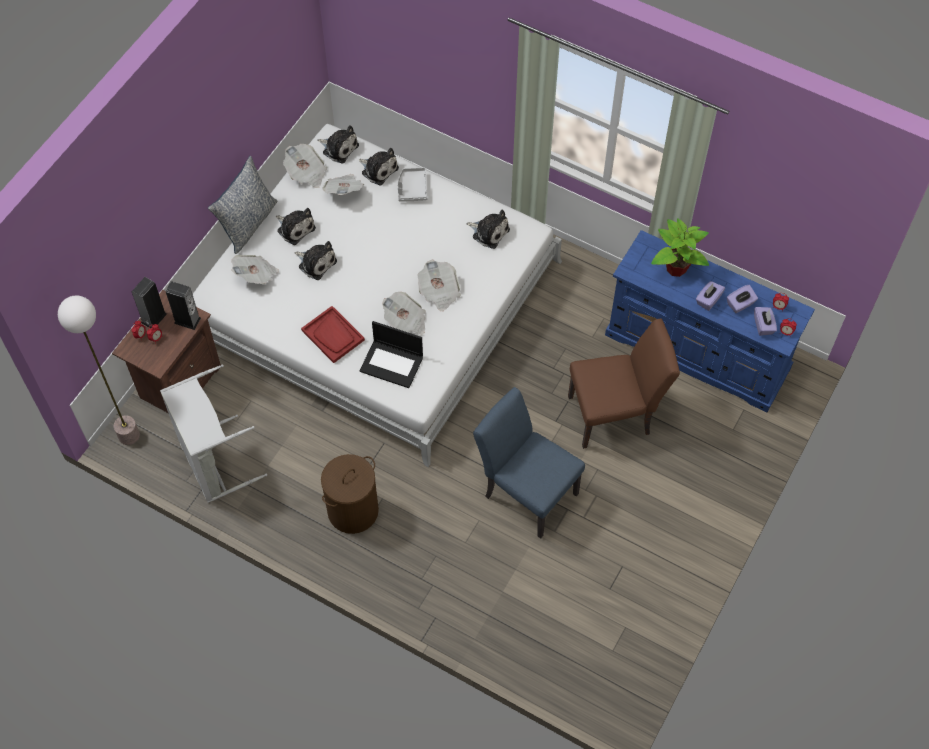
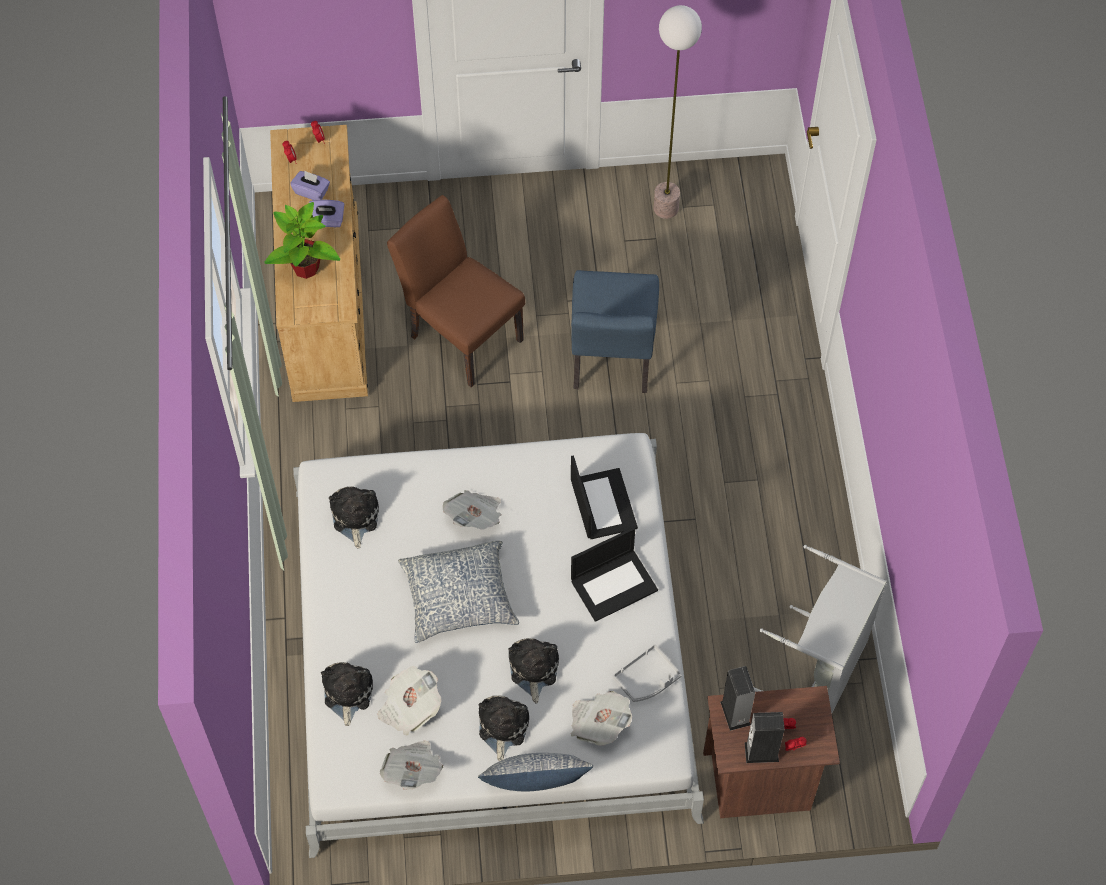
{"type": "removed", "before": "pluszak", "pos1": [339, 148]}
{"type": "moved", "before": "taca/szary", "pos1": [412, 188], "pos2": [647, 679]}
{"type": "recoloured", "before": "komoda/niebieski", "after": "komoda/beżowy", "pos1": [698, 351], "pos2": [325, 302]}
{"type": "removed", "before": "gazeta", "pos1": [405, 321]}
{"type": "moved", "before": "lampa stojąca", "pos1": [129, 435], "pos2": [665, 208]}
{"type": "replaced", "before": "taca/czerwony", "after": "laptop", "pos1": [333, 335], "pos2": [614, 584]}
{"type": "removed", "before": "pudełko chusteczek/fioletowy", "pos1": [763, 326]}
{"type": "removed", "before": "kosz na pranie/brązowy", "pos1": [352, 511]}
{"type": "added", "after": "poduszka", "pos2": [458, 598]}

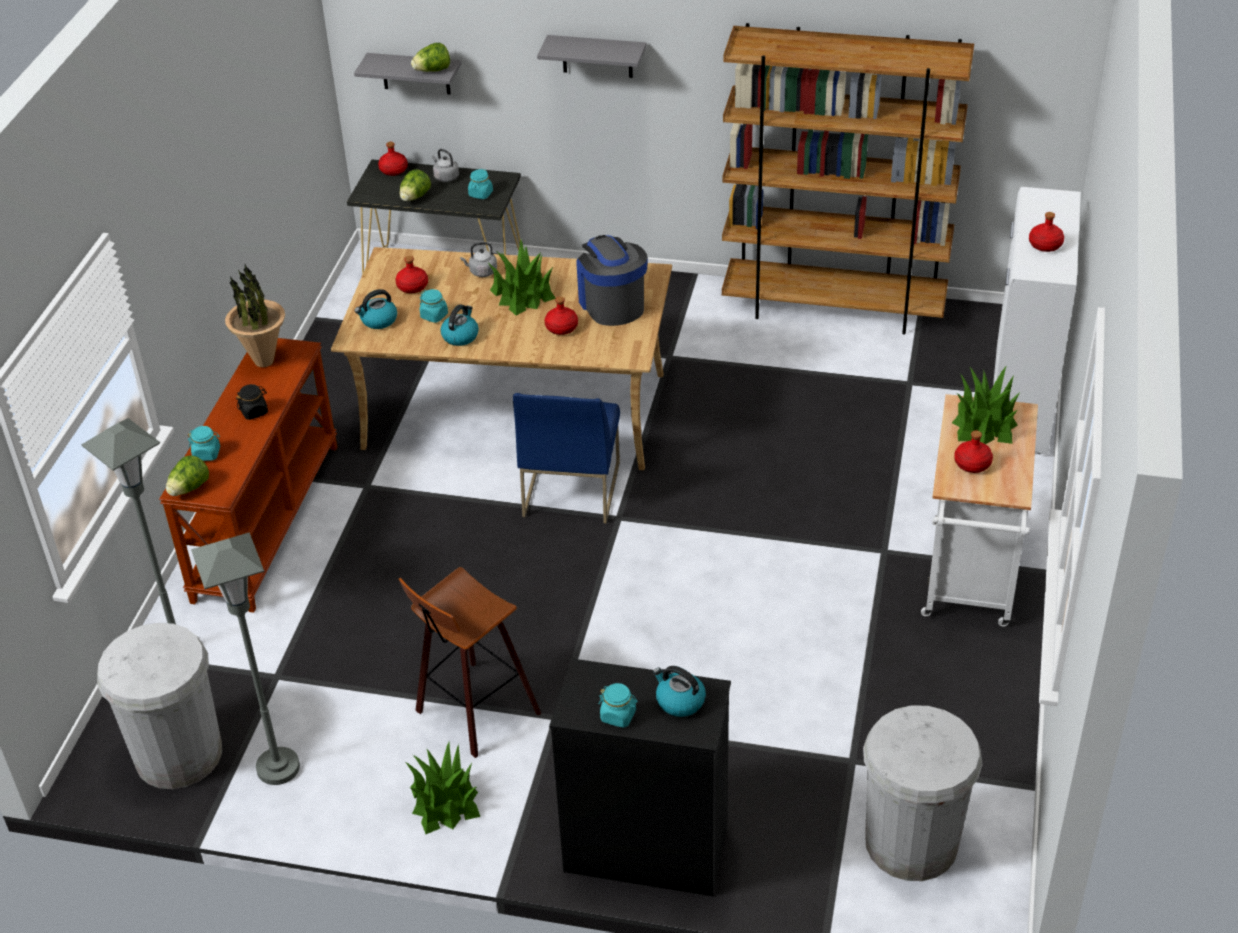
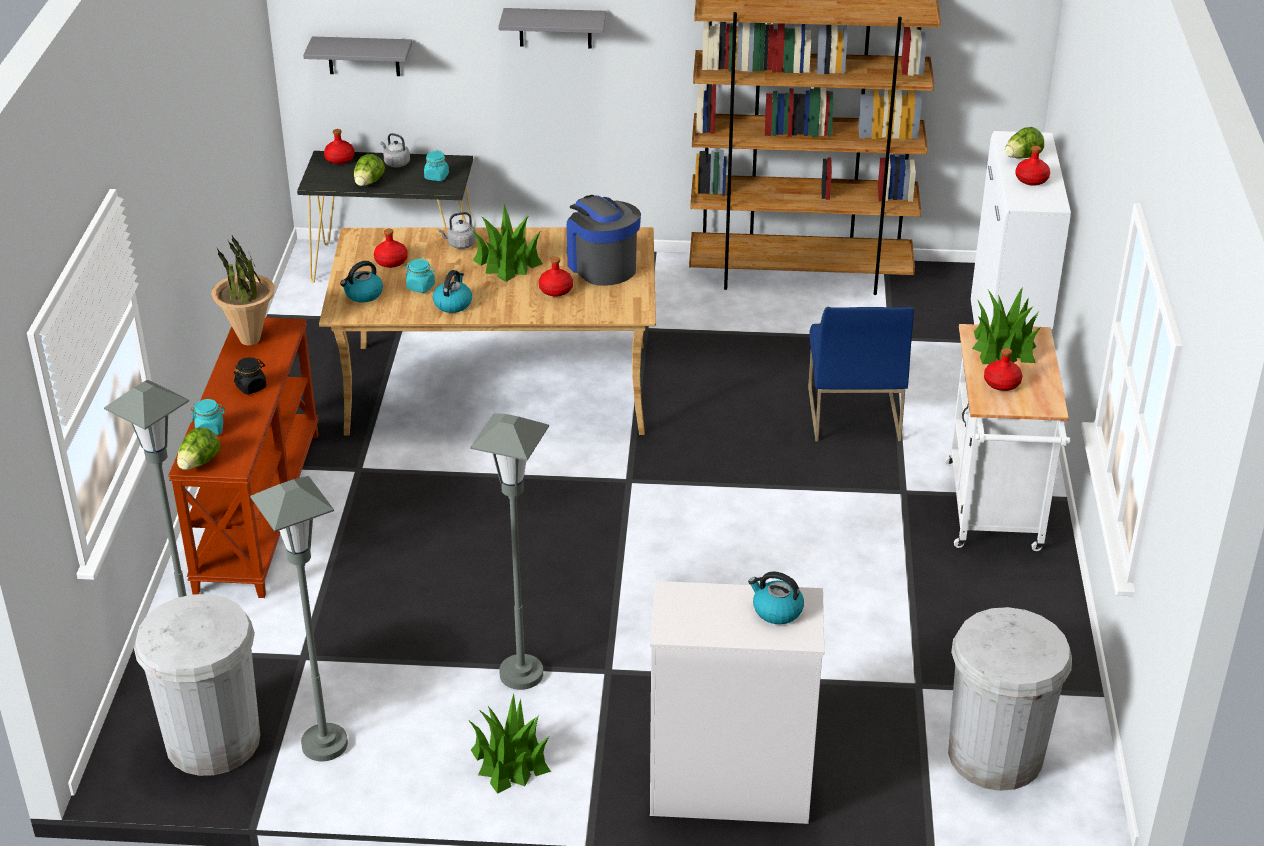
{"type": "moved", "before": "sałata", "pos1": [432, 71], "pos2": [1022, 157]}
{"type": "moved", "before": "krzesło/niebieski", "pos1": [571, 488], "pos2": [852, 413]}
{"type": "replaced", "before": "stołek", "after": "lampa stojąca/szary", "pos1": [473, 713], "pos2": [521, 674]}
{"type": "recoloured", "before": "komoda/czarny", "after": "komoda/biały", "pos1": [644, 849], "pos2": [728, 787]}
{"type": "removed", "before": "słoik/turkusowy", "pos1": [618, 716]}

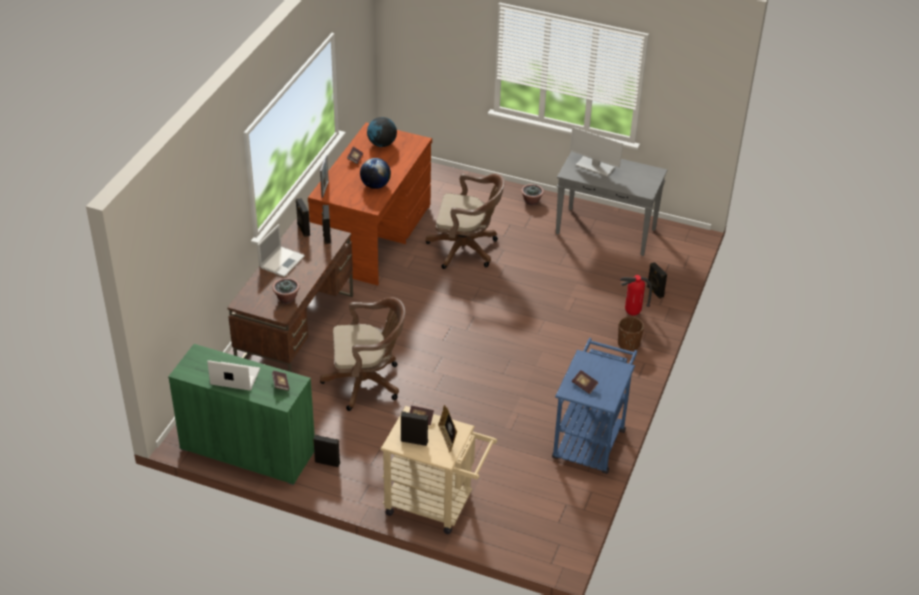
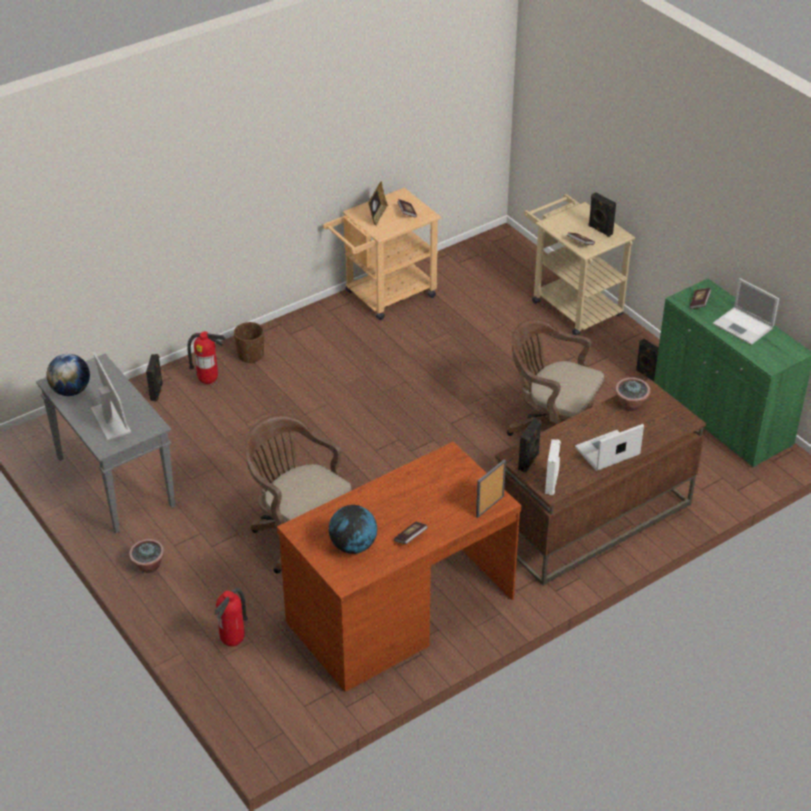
{"type": "moved", "before": "globus", "pos1": [375, 185], "pos2": [71, 391]}
{"type": "recoloured", "before": "głośnik/czarny", "after": "głośnik/biały", "pos1": [303, 230], "pos2": [552, 483]}
{"type": "recoloured", "before": "wózek/niebieski", "after": "wózek/beżowy", "pos1": [590, 439], "pos2": [384, 296]}
{"type": "moved", "before": "ramka na zdjęcie", "pos1": [447, 438], "pos2": [377, 216]}
{"type": "added", "after": "gaśnica", "pos2": [233, 642]}

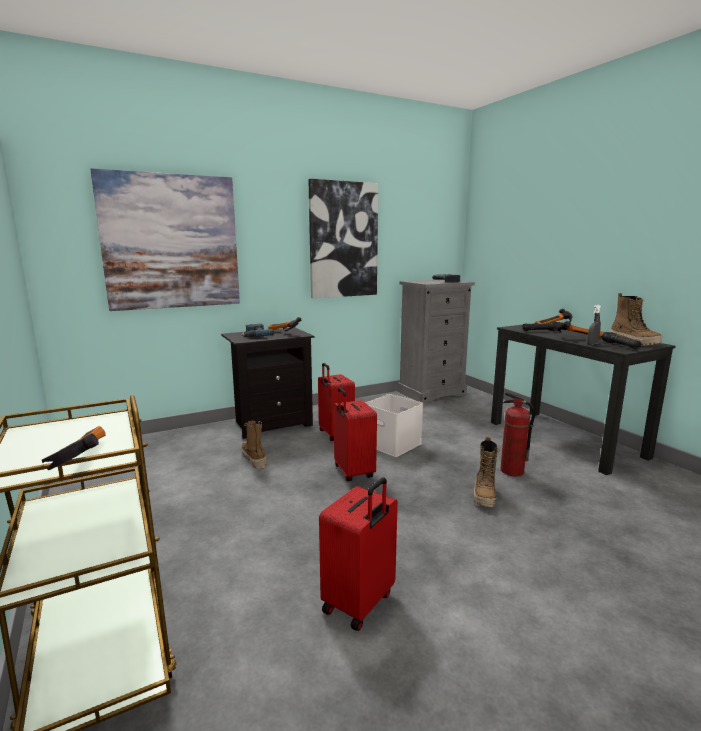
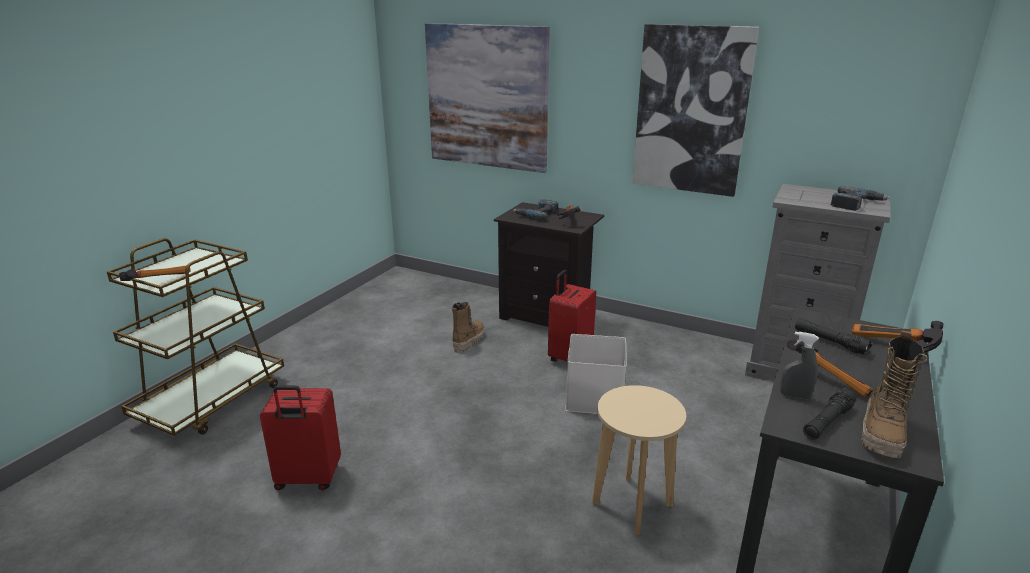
{"type": "removed", "before": "walizka/czerwony", "pos1": [352, 472]}
{"type": "replaced", "before": "gaśnica", "after": "stołek/beżowy", "pos1": [511, 471], "pos2": [631, 504]}
{"type": "removed", "before": "but z cholewką", "pos1": [484, 496]}

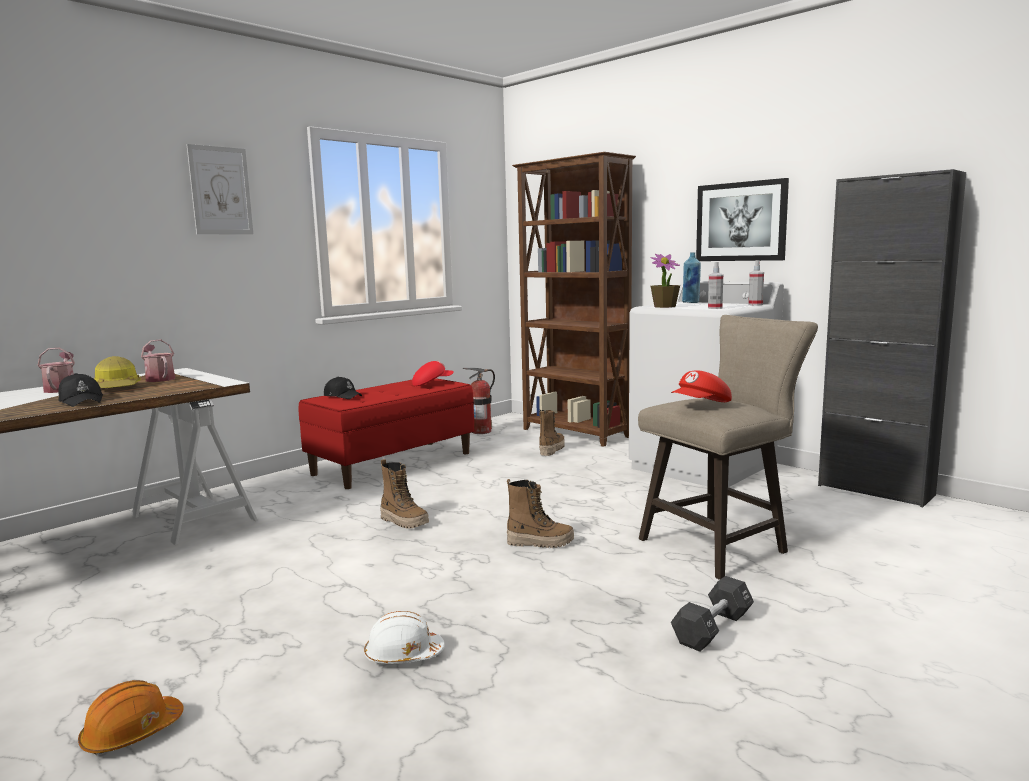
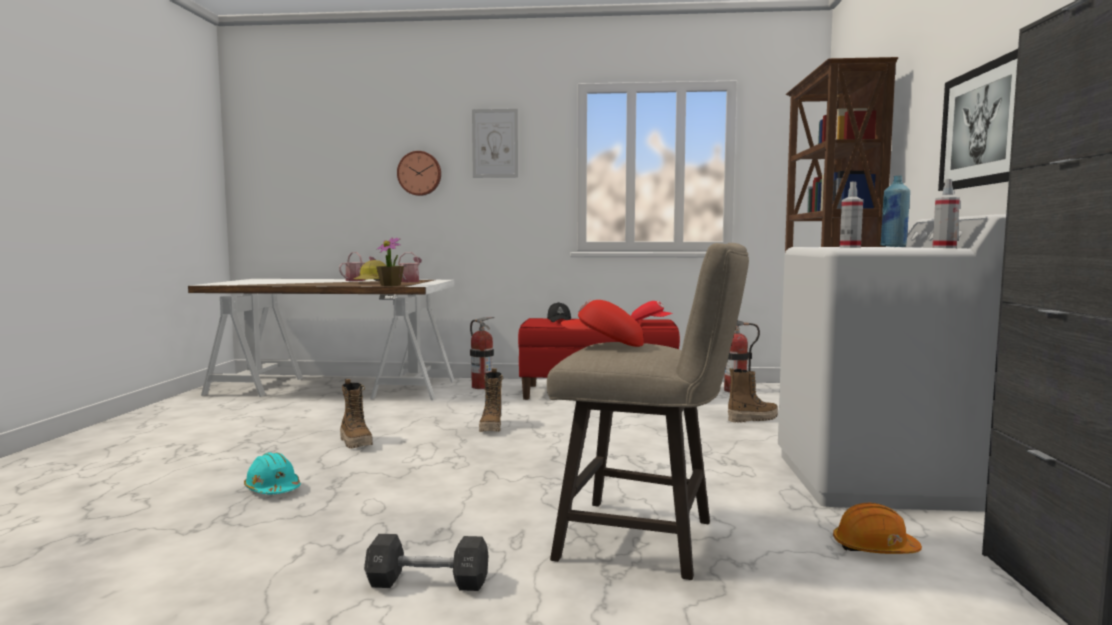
{"type": "moved", "before": "roślina doniczkowa", "pos1": [665, 306], "pos2": [390, 285]}
{"type": "removed", "before": "czapka z daszkiem/czarny", "pos1": [82, 401]}
{"type": "moved", "before": "but z cholewką", "pos1": [540, 542], "pos2": [356, 443]}
{"type": "recoloured", "before": "kask/biały", "after": "kask/turkusowy", "pos1": [403, 655], "pos2": [273, 489]}
{"type": "moved", "before": "kask/pomarańczowy", "pos1": [132, 733], "pos2": [874, 548]}
{"type": "added", "after": "zegar ścienny", "pos2": [419, 173]}
{"type": "added", "after": "gaśnica", "pos2": [482, 387]}

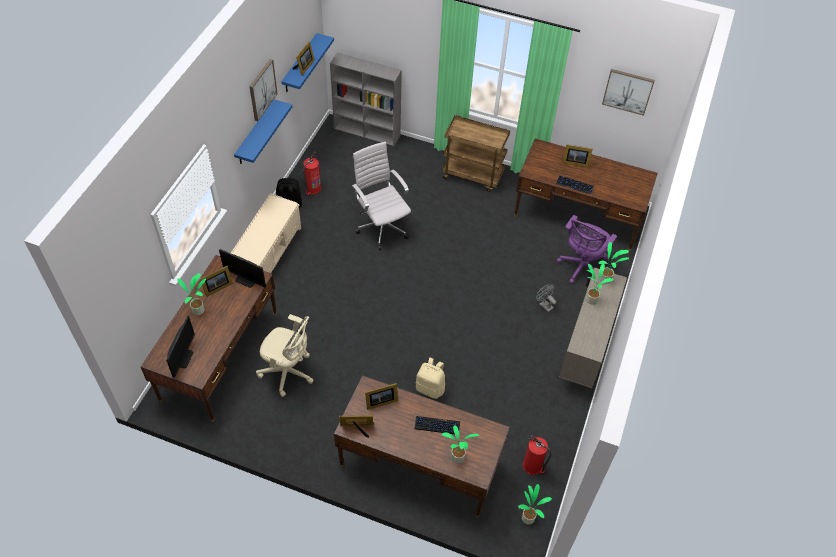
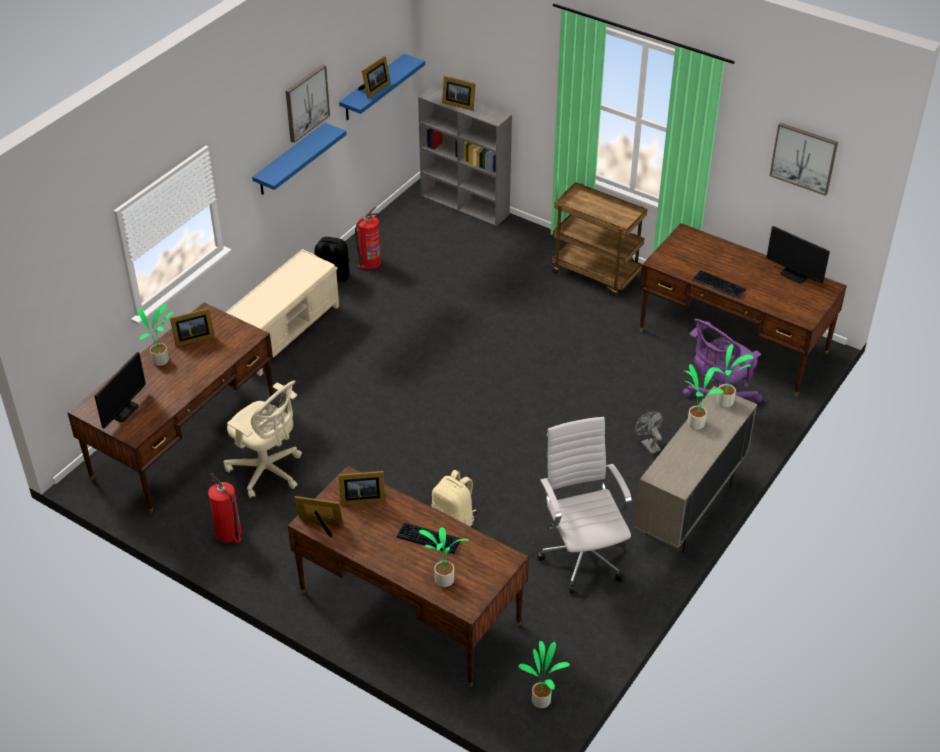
{"type": "moved", "before": "krzesło biurowe/biały", "pos1": [381, 227], "pos2": [581, 556]}
{"type": "moved", "before": "ramka na zdjęcie", "pos1": [574, 162], "pos2": [458, 104]}
{"type": "moved", "before": "monitor", "pos1": [246, 280], "pos2": [794, 275]}
{"type": "moved", "before": "gaśnica", "pos1": [532, 466], "pos2": [228, 533]}

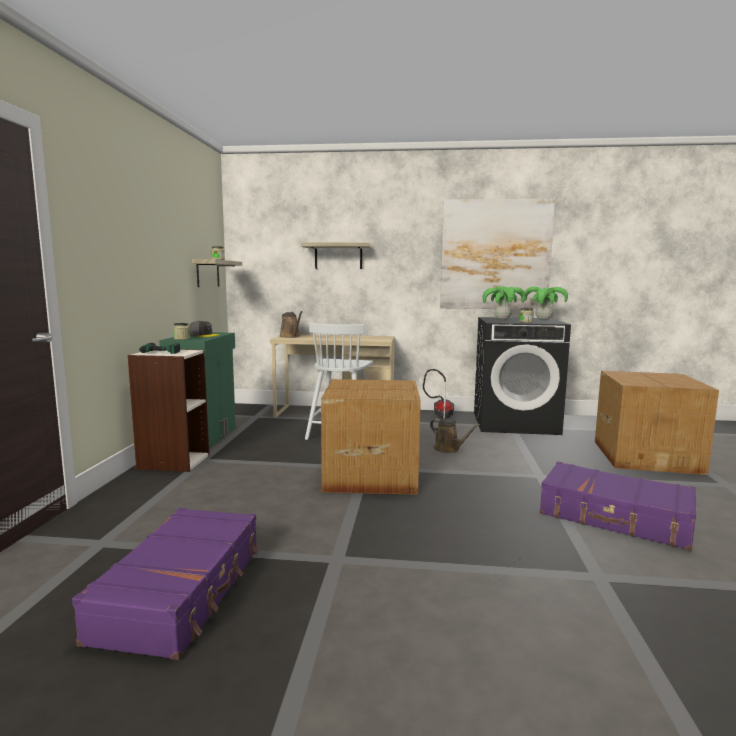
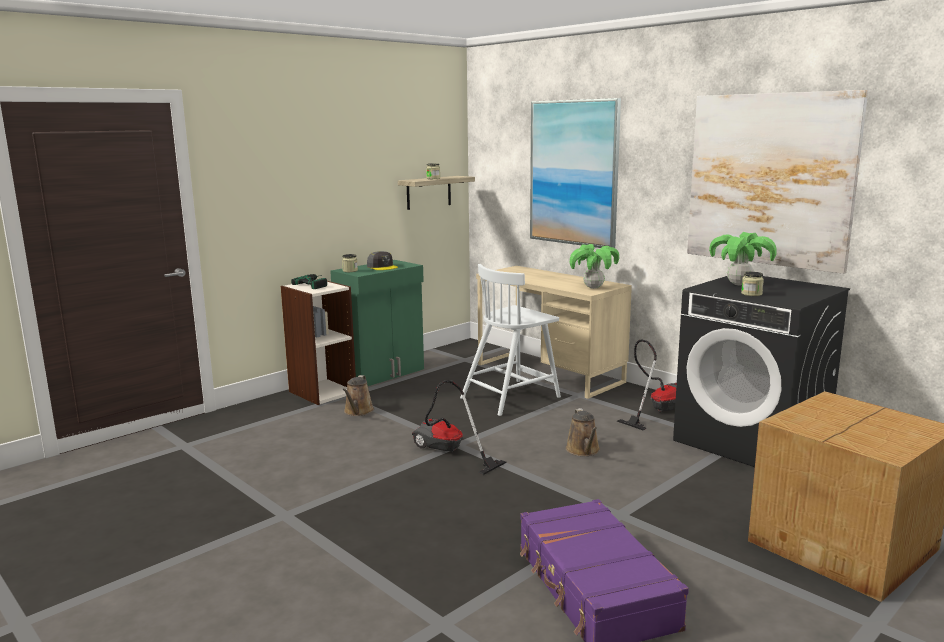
{"type": "replaced", "before": "półka", "after": "obraz", "pos1": [338, 256], "pos2": [573, 173]}
{"type": "moved", "before": "roślina doniczkowa", "pos1": [543, 320], "pos2": [593, 287]}
{"type": "moved", "before": "konewka/brązowy", "pos1": [291, 336], "pos2": [358, 411]}
{"type": "replaced", "before": "karton", "after": "odkurzacz", "pos1": [369, 474], "pos2": [447, 453]}
{"type": "removed", "before": "walizka/fioletowy", "pos1": [182, 592]}

